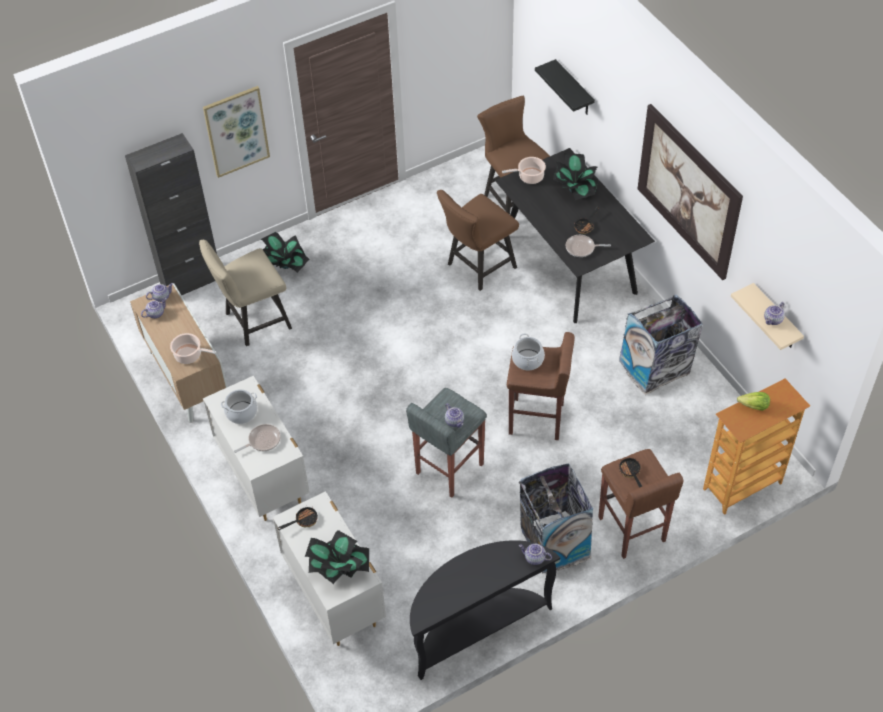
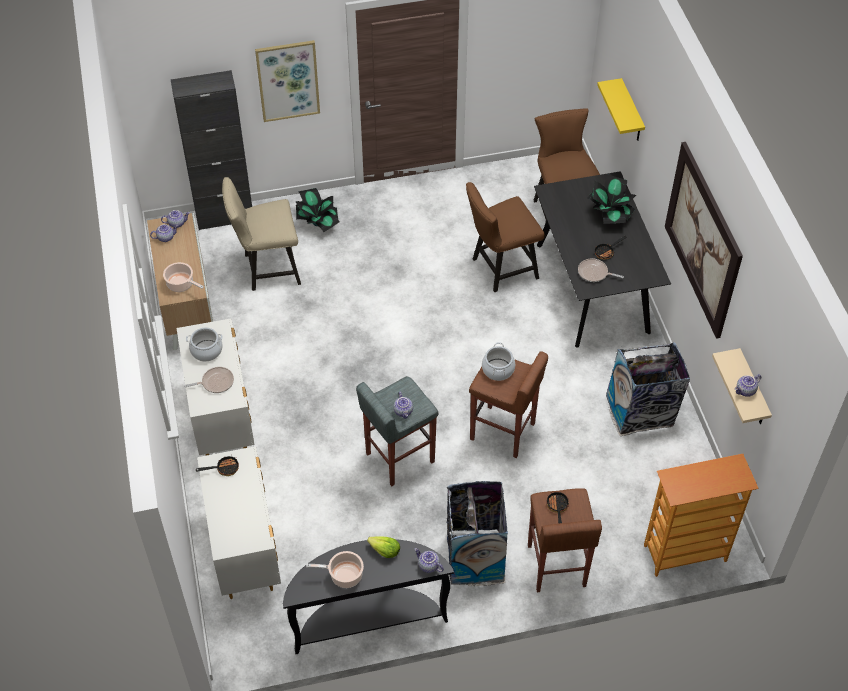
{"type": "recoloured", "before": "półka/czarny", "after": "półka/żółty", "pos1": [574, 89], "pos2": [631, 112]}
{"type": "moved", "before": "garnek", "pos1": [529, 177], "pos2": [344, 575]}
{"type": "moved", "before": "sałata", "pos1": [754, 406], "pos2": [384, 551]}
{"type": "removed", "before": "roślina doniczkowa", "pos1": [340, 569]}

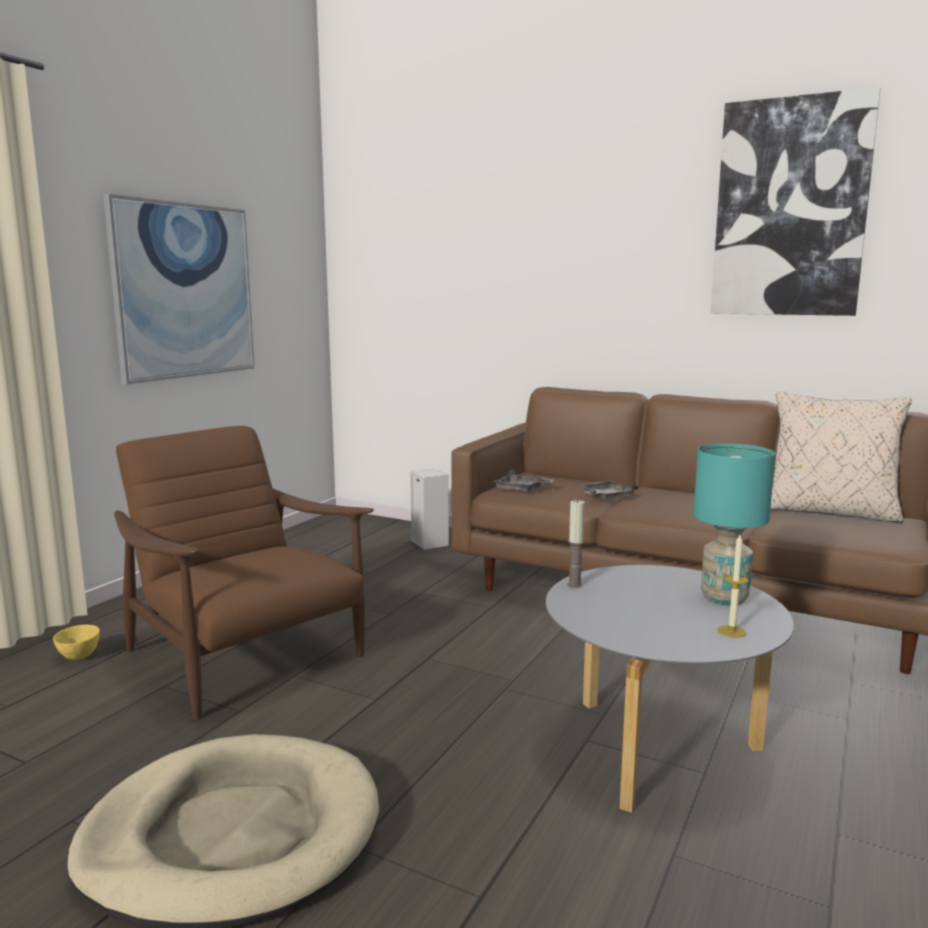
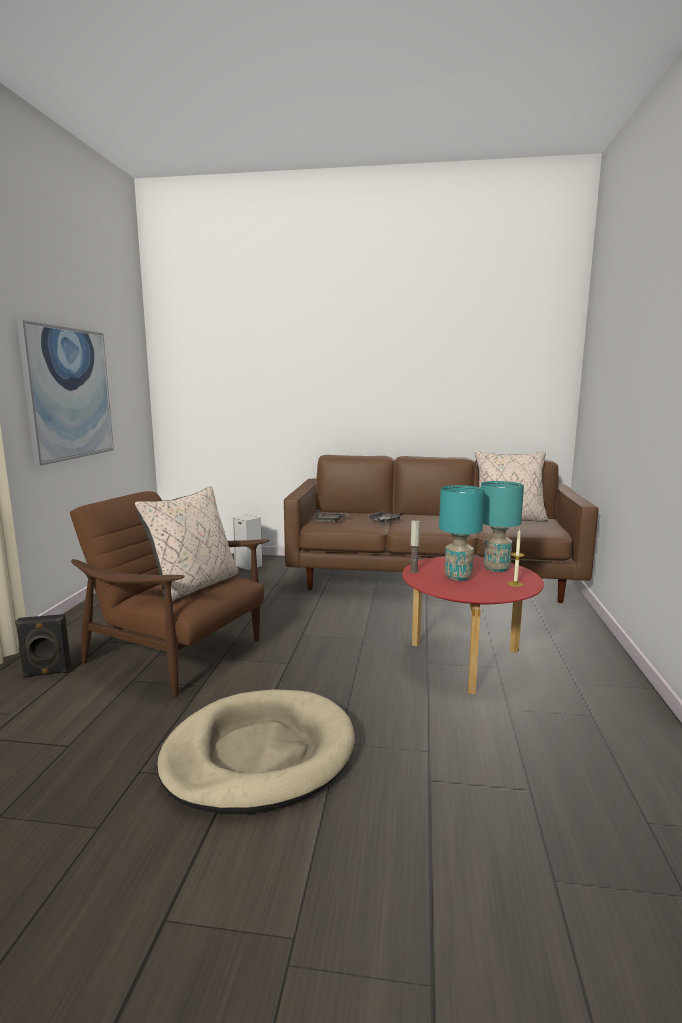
{"type": "removed", "before": "obraz", "pos1": [790, 208]}
{"type": "recoloured", "before": "ława/szary", "after": "ława/czerwony", "pos1": [656, 749], "pos2": [466, 661]}
{"type": "replaced", "before": "miska/żółty", "after": "głośnik/czarny", "pos1": [80, 657], "pos2": [47, 673]}
{"type": "added", "after": "lampa stołowa/turkusowy", "pos2": [457, 577]}
{"type": "added", "after": "poduszka/beżowy", "pos2": [195, 586]}

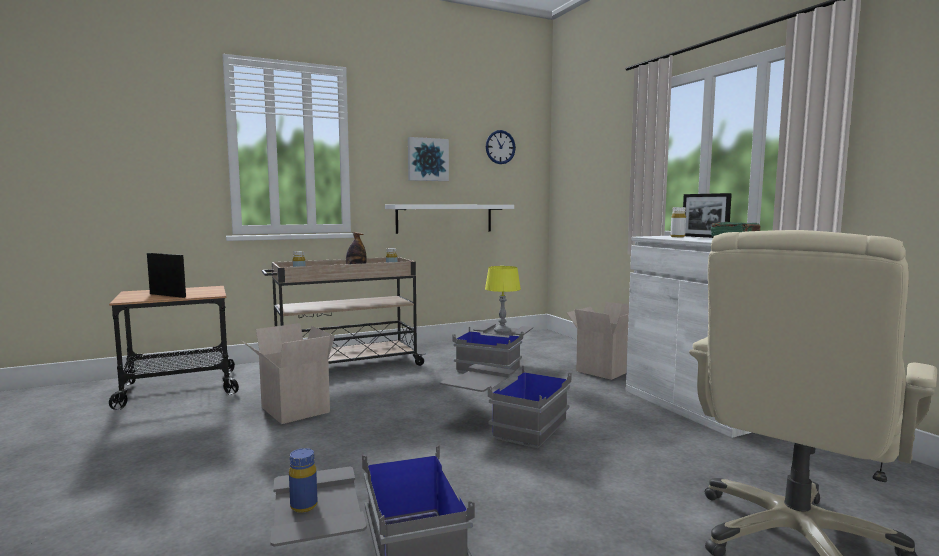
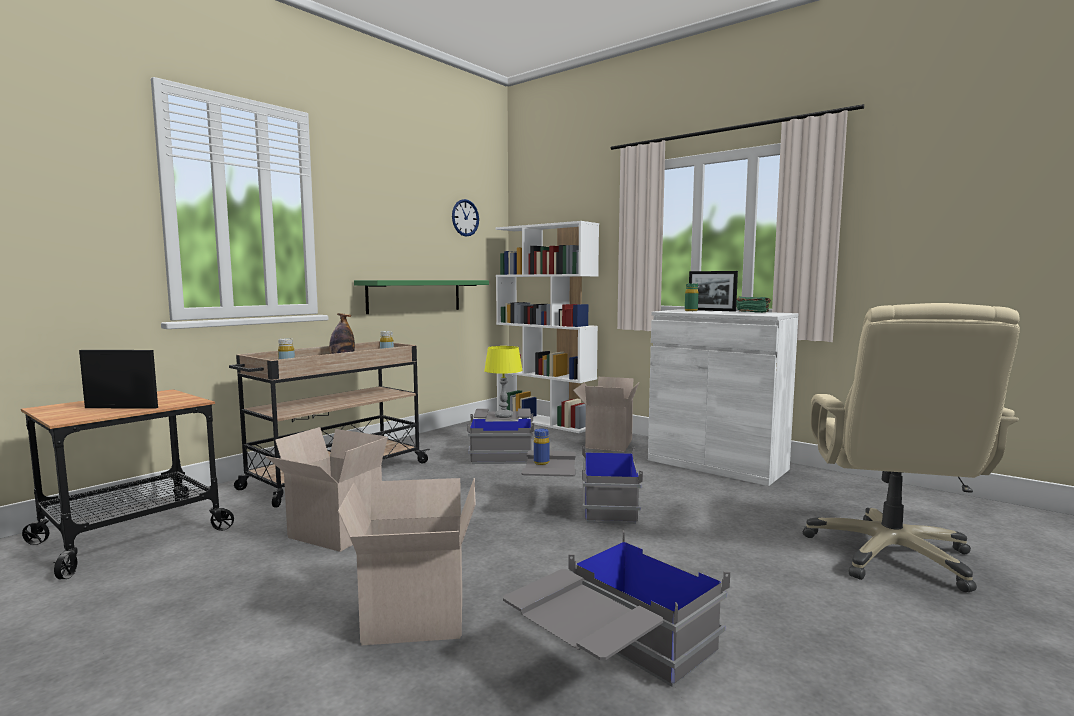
{"type": "removed", "before": "obraz", "pos1": [427, 159]}
{"type": "recoloured", "before": "półka/biały", "after": "półka/zielony", "pos1": [444, 218], "pos2": [415, 296]}
{"type": "recoloured", "before": "butelka/biały", "after": "butelka/zielony", "pos1": [677, 237], "pos2": [691, 311]}
{"type": "moved", "before": "butelka/niebieski", "pos1": [304, 506], "pos2": [541, 462]}
{"type": "added", "after": "regał/biały", "pos2": [545, 422]}
{"type": "added", "after": "karton", "pos2": [412, 620]}

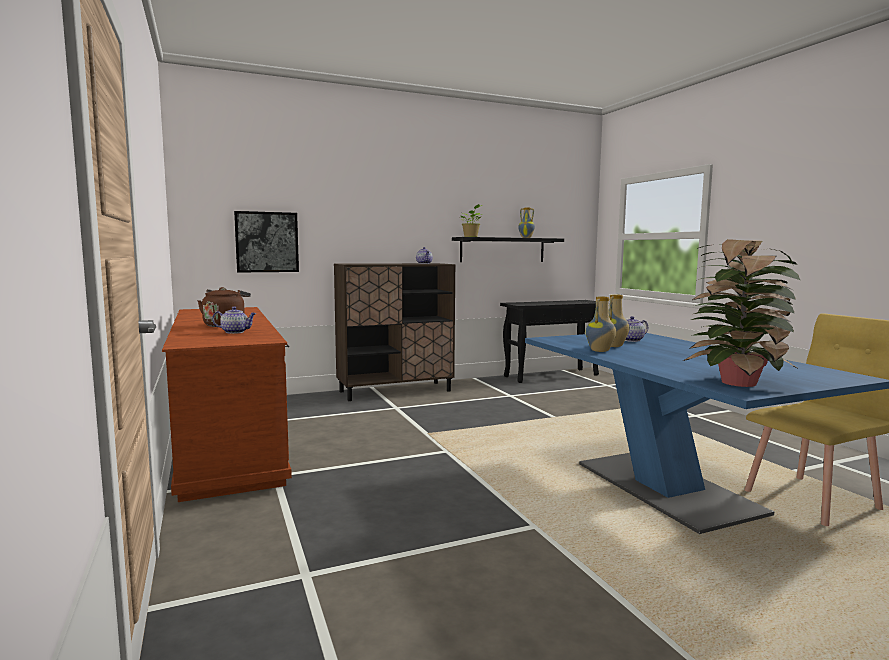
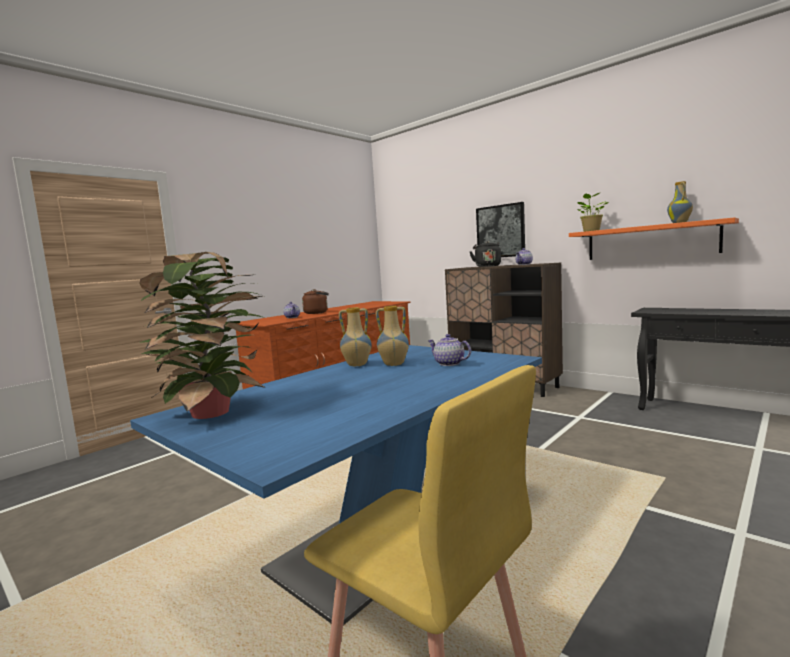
{"type": "moved", "before": "obraz", "pos1": [267, 242], "pos2": [500, 231]}
{"type": "recoloured", "before": "półka/czarny", "after": "półka/pomarańczowy", "pos1": [502, 250], "pos2": [650, 241]}
{"type": "added", "after": "czajnik/czarny", "pos2": [487, 266]}

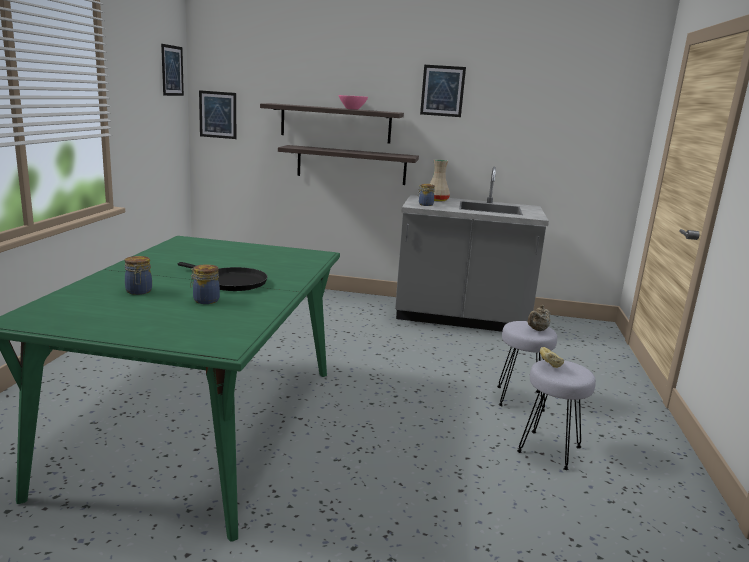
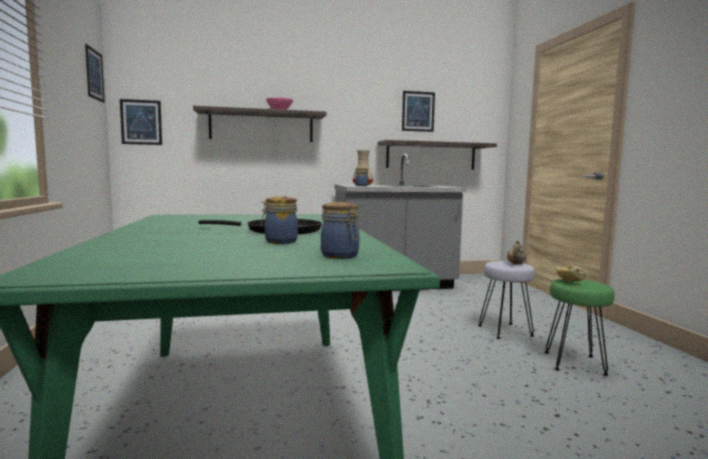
{"type": "moved", "before": "obraz", "pos1": [442, 91], "pos2": [418, 111]}
{"type": "moved", "before": "półka", "pos1": [351, 165], "pos2": [431, 156]}
{"type": "moved", "before": "słoik", "pos1": [139, 291], "pos2": [341, 256]}
{"type": "recoloured", "before": "stołek/szary", "after": "stołek/zielony", "pos1": [550, 450], "pos2": [575, 363]}

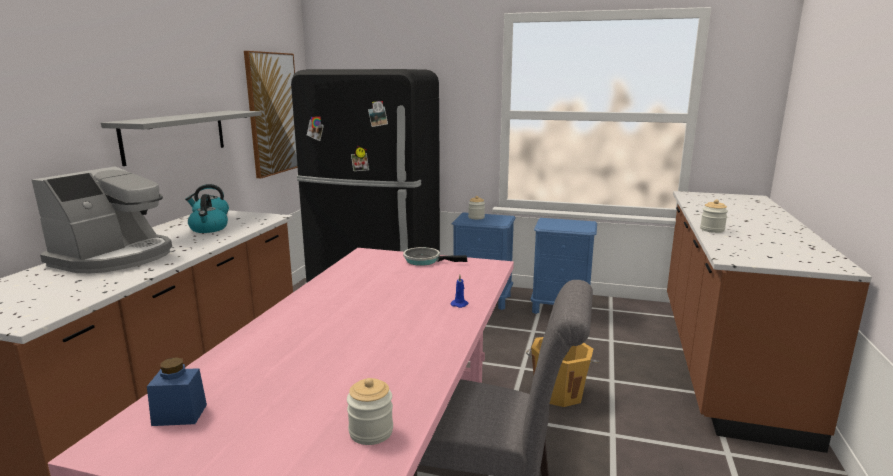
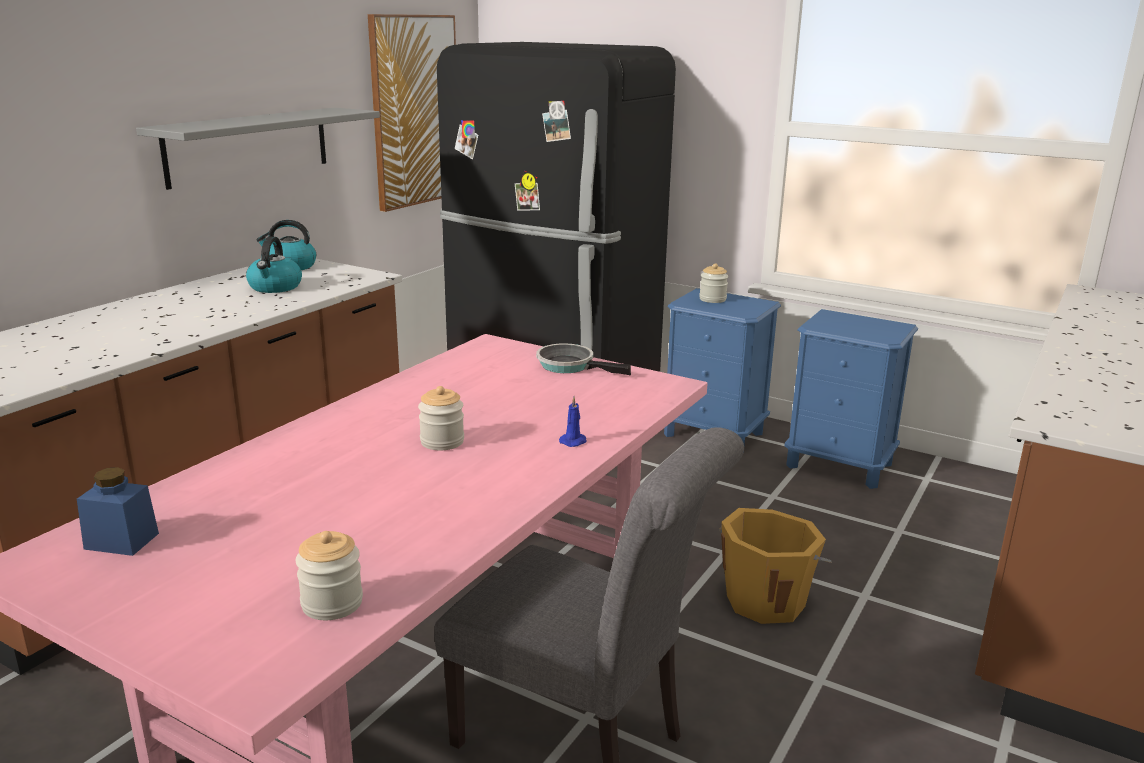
{"type": "removed", "before": "ekspres do kawy", "pos1": [115, 257]}
{"type": "moved", "before": "słoik", "pos1": [712, 230], "pos2": [442, 441]}

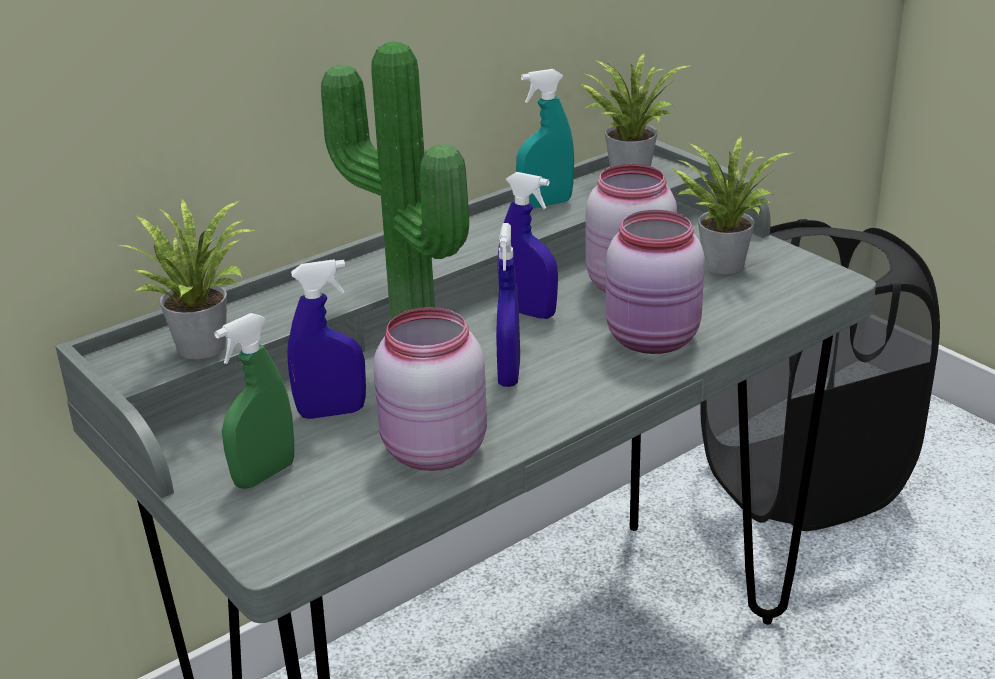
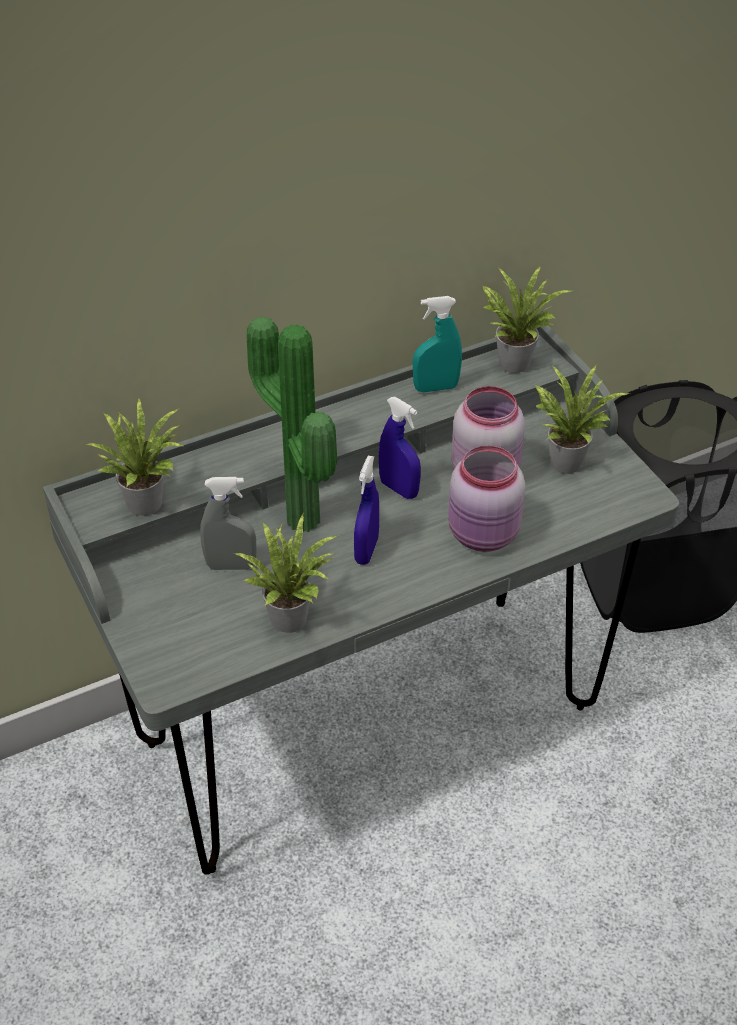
{"type": "recoloured", "before": "spryskiwacz/niebieski", "after": "spryskiwacz/szary", "pos1": [332, 412], "pos2": [231, 565]}
{"type": "replaced", "before": "słoik/różowy", "after": "roślina doniczkowa", "pos1": [431, 451], "pos2": [291, 615]}
{"type": "removed", "before": "spryskiwacz/zielony", "pos1": [264, 475]}

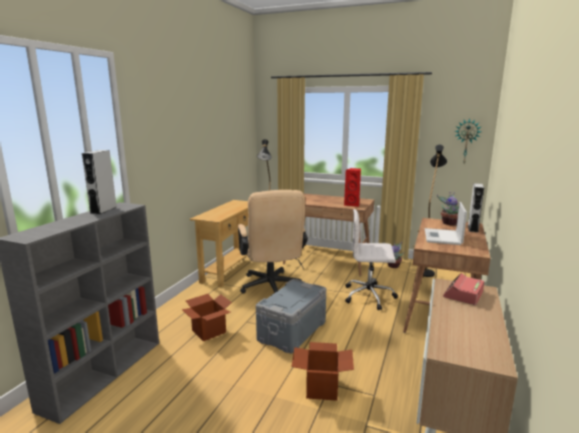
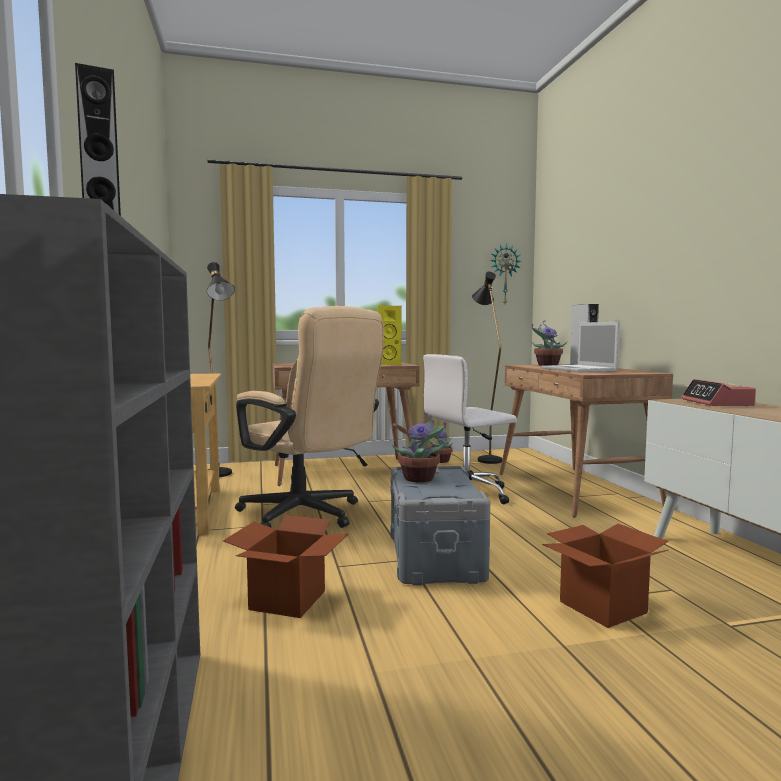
{"type": "recoloured", "before": "głośnik/czerwony", "after": "głośnik/żółty", "pos1": [353, 204], "pos2": [387, 364]}
{"type": "added", "after": "roślina doniczkowa", "pos2": [421, 479]}

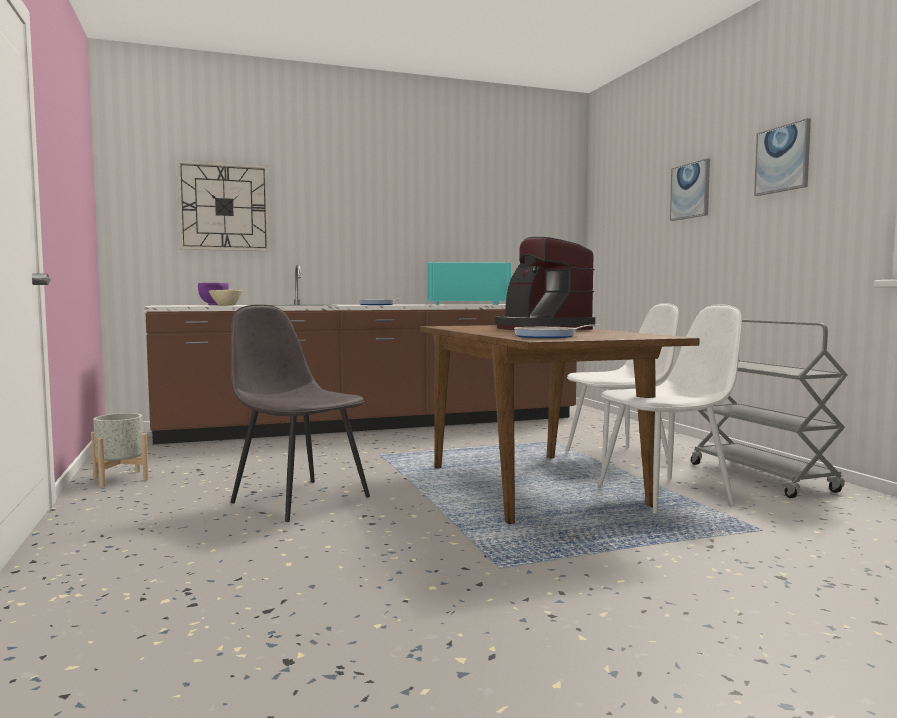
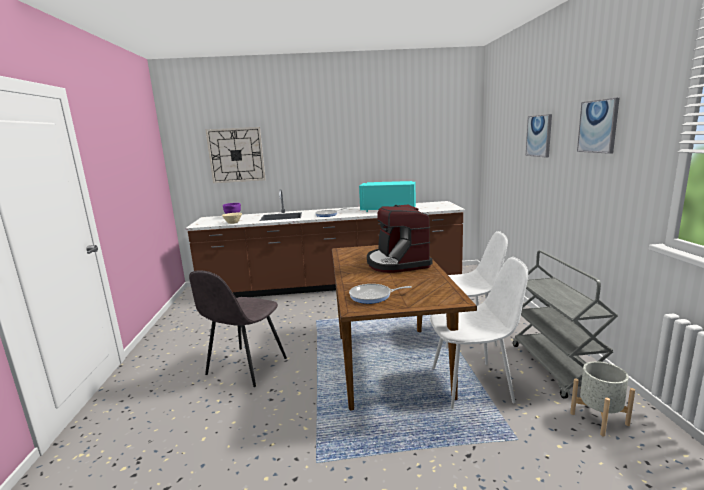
{"type": "turned", "before": "krzesło/szary", "pos1": [298, 499], "pos2": [245, 367], "turn": -120}
{"type": "moved", "before": "donica/szary", "pos1": [120, 478], "pos2": [599, 418]}

